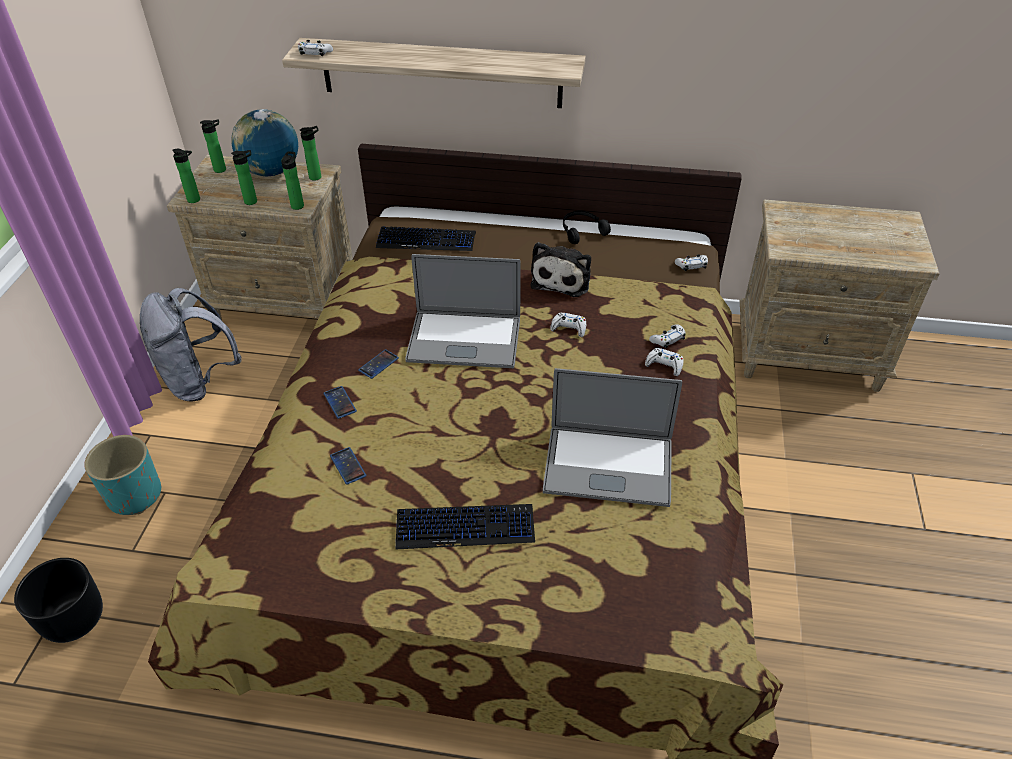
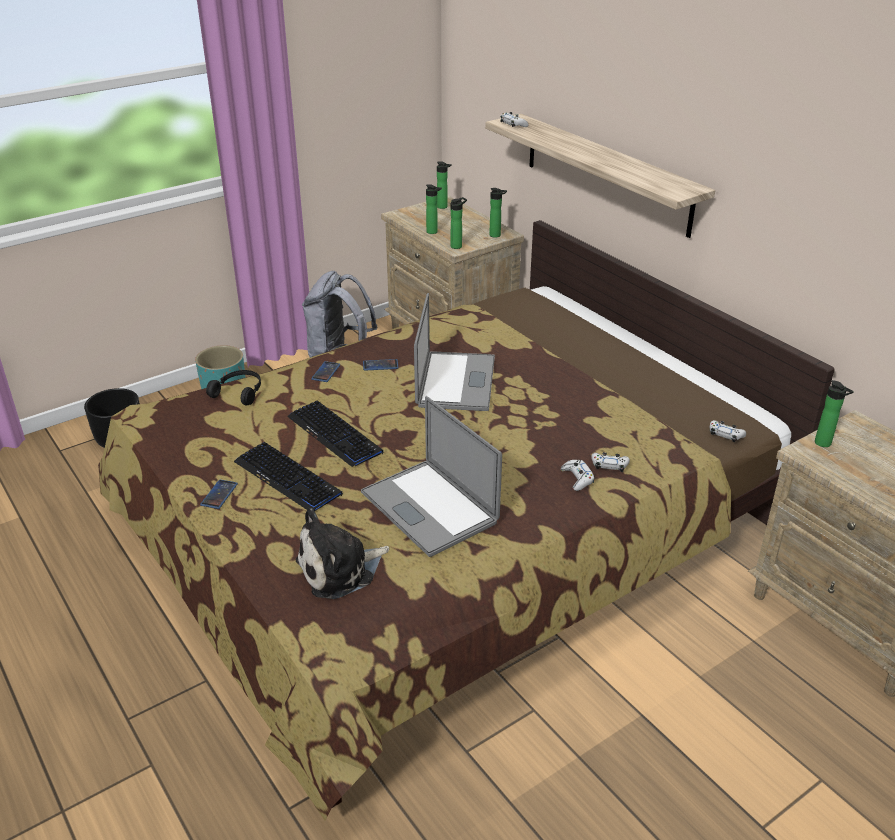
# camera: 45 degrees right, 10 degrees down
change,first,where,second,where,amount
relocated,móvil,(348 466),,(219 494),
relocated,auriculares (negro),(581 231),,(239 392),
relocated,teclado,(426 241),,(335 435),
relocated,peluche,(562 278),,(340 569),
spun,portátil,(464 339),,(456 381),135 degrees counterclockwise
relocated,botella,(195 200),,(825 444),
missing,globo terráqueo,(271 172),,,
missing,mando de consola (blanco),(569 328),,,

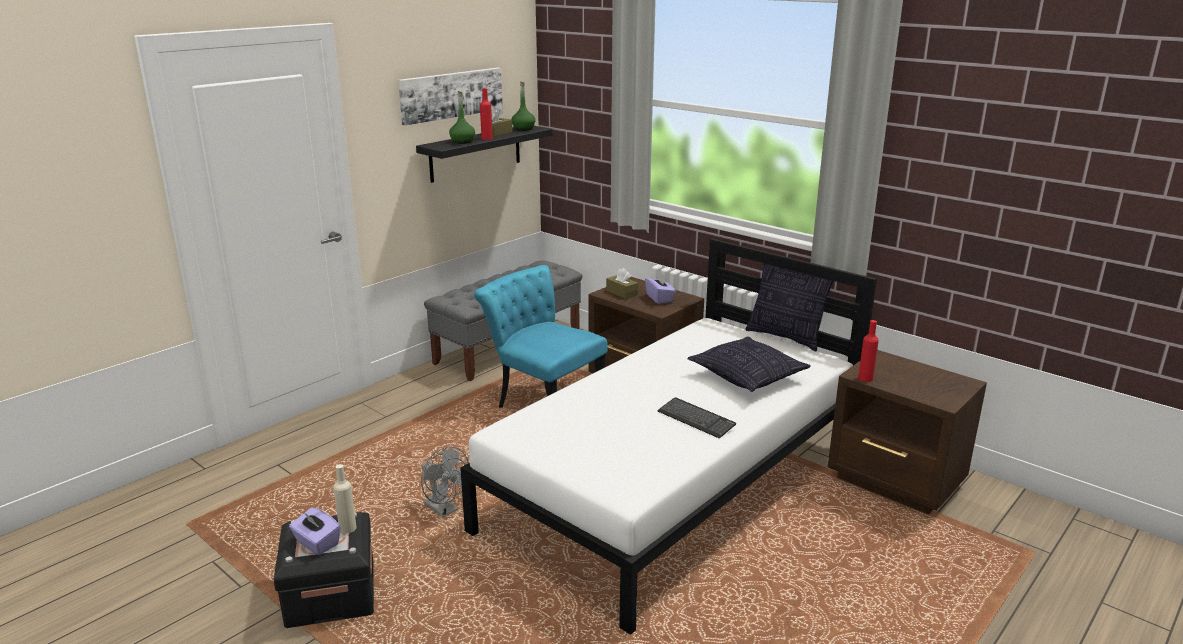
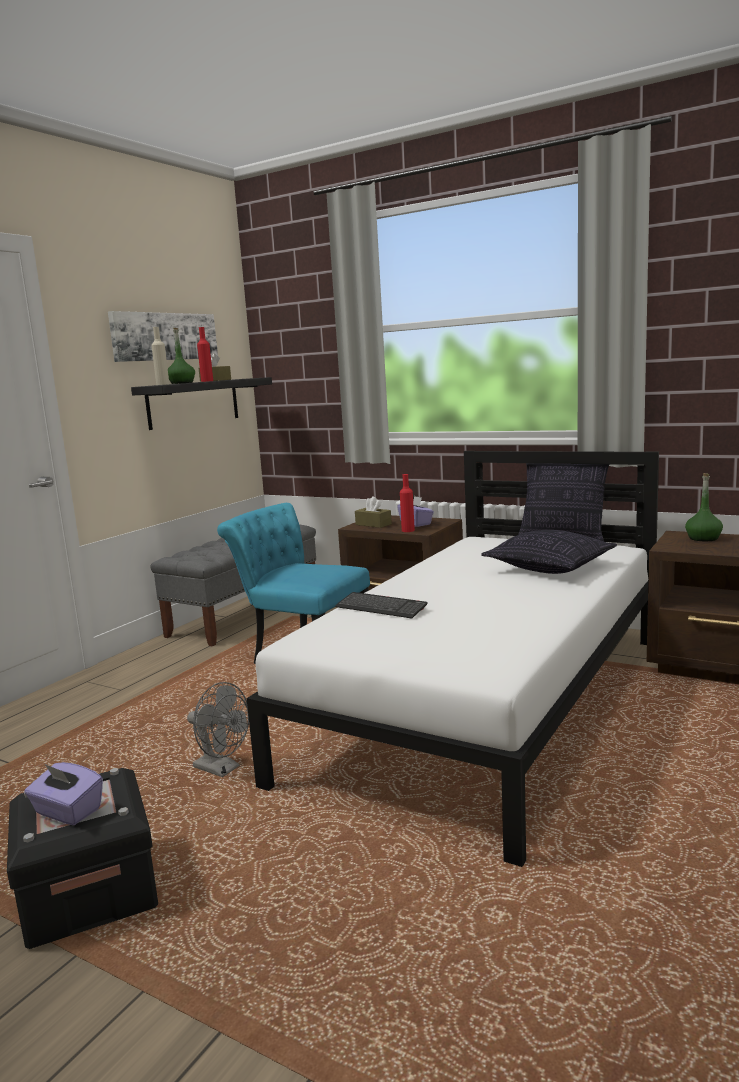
# camera: 10 degrees left, 10 degrees down
change,first,where,second,where,amount
relocated,botella (beis),(347 528),,(162 384),
relocated,teclado,(696 419),,(381 607),
relocated,botella (rojo),(865 378),,(408 530),
relocated,botella (verde),(523 129),,(703 538),

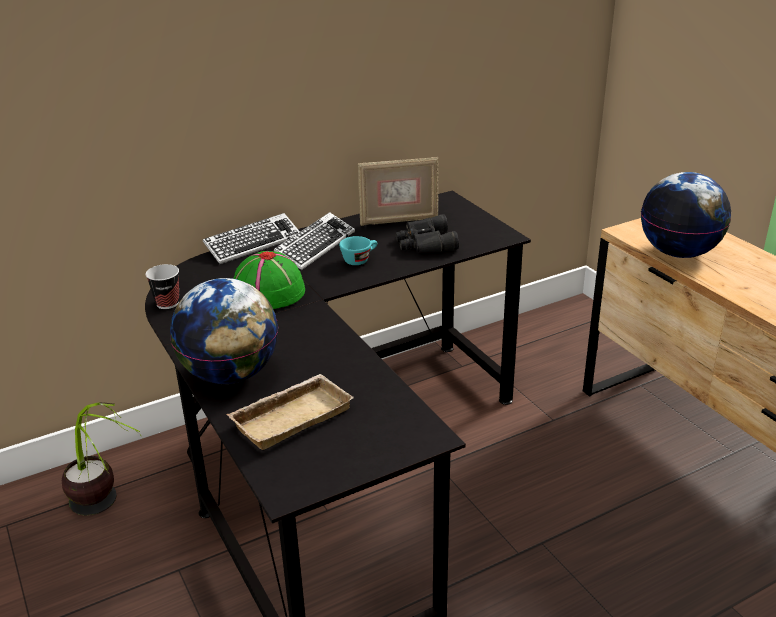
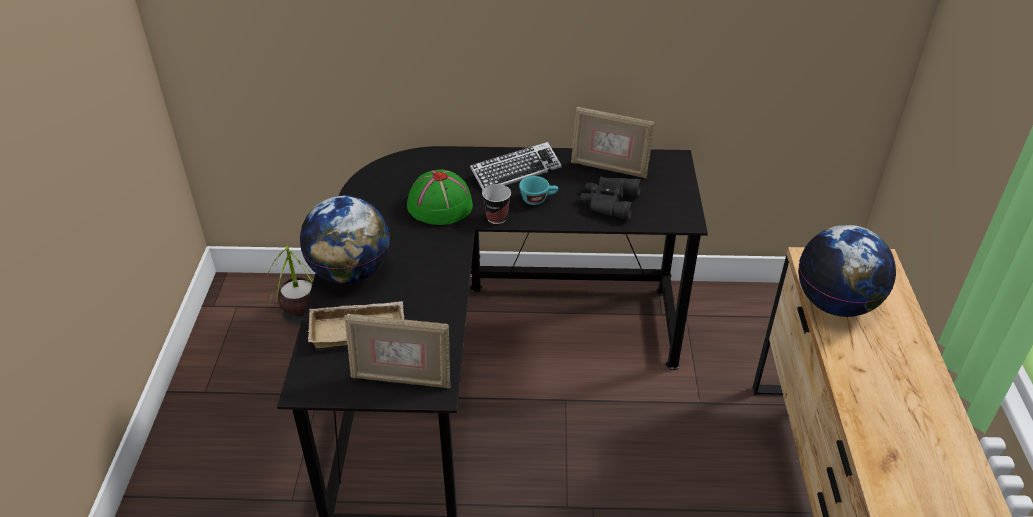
# camera: 30 degrees right, 10 degrees up
change,first,where,second,where,amount
appeared,,,portarretratos,(401 379),
relocated,taza,(167 303),,(497 218),
missing,teclado,(253 244),,,

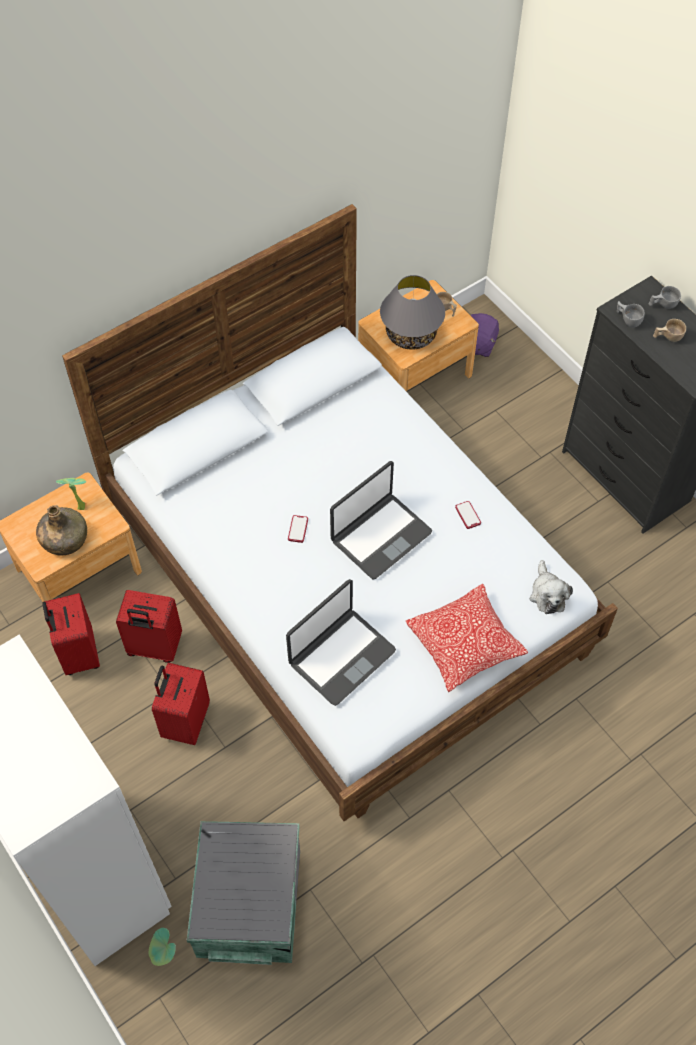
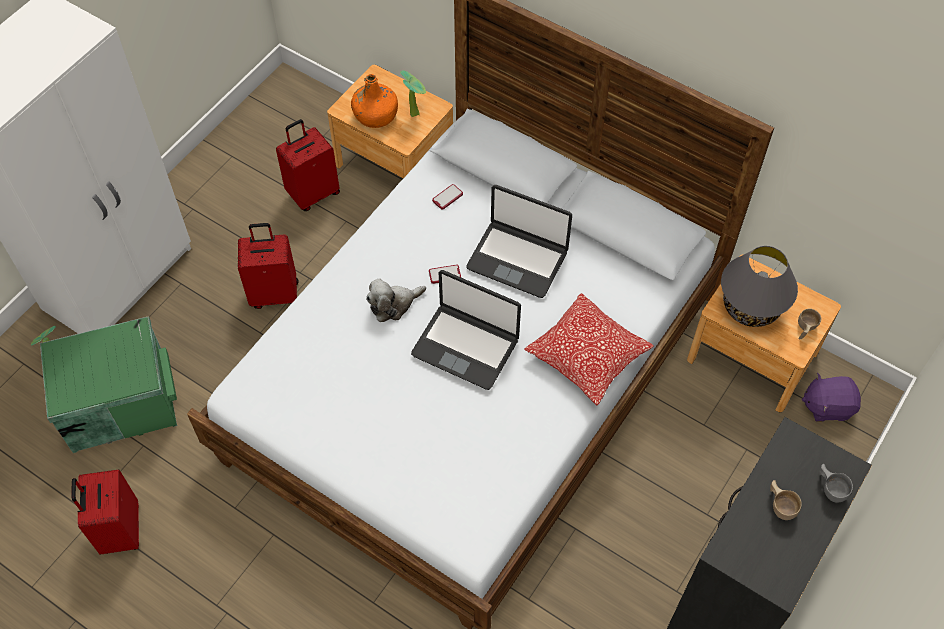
# camera: 70 degrees right, 0 degrees up
change,first,where,second,where,amount
colour,caja de almacenaje (gris),(247 904),caja de almacenaje (verde),(117 400),
relocated,maleta (rojo),(154 647),,(120 530),
colour,botella (verde),(65 539),botella (naranja),(376 115),
relocated,peluche,(547 594),,(393 304),
relocated,móvil,(468 515),,(447 197),
relocated,portátil,(341 656),,(517 259),
relocated,cojín,(464 644),,(587 356),
missing,taza (gris),(627 319),,,

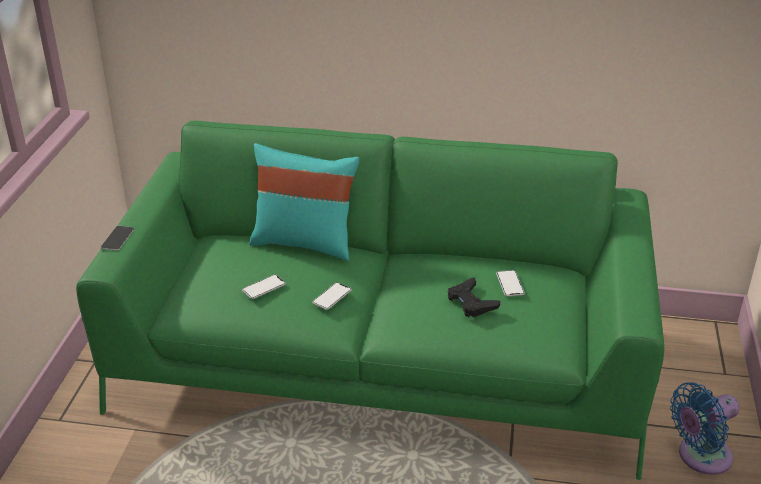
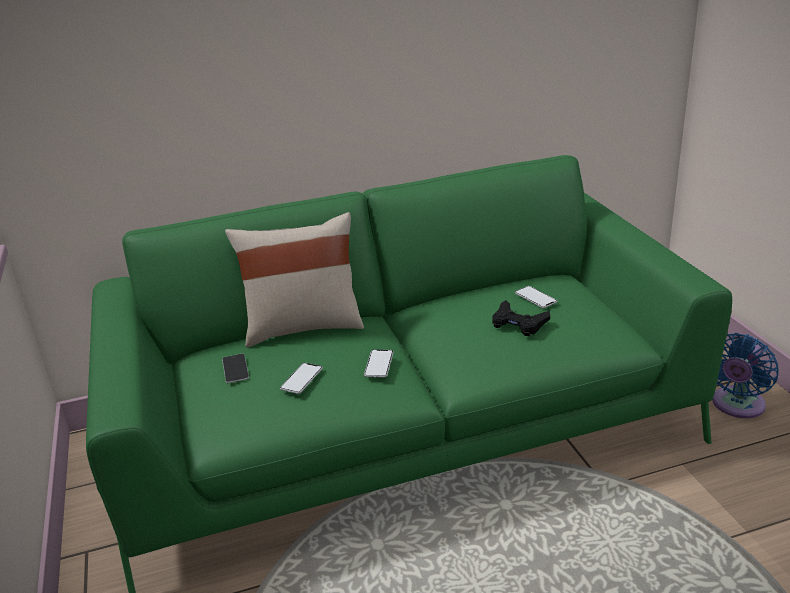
# camera: 25 degrees left, 5 degrees down
change,first,where,second,where,amount
relocated,móvil,(117 238),,(235 368),
colour,cojín (turquesa),(305 242),cojín (beis),(303 327),

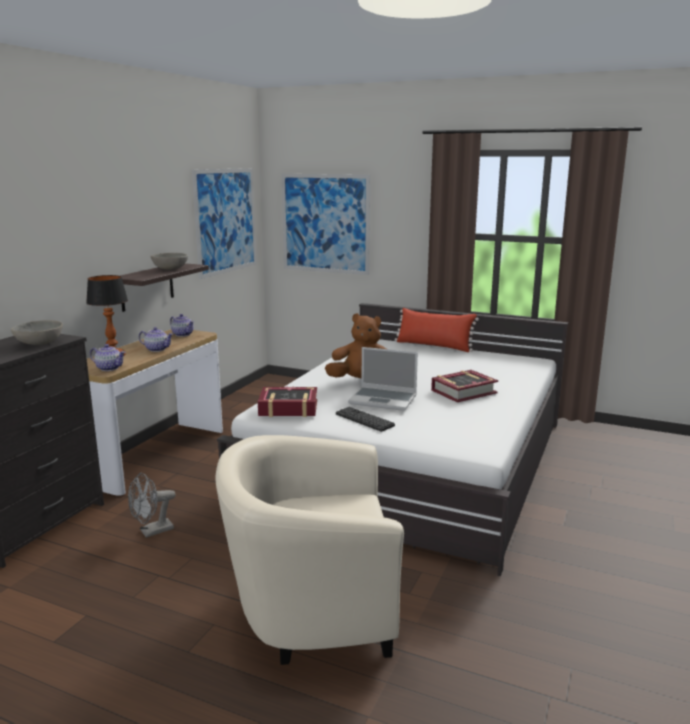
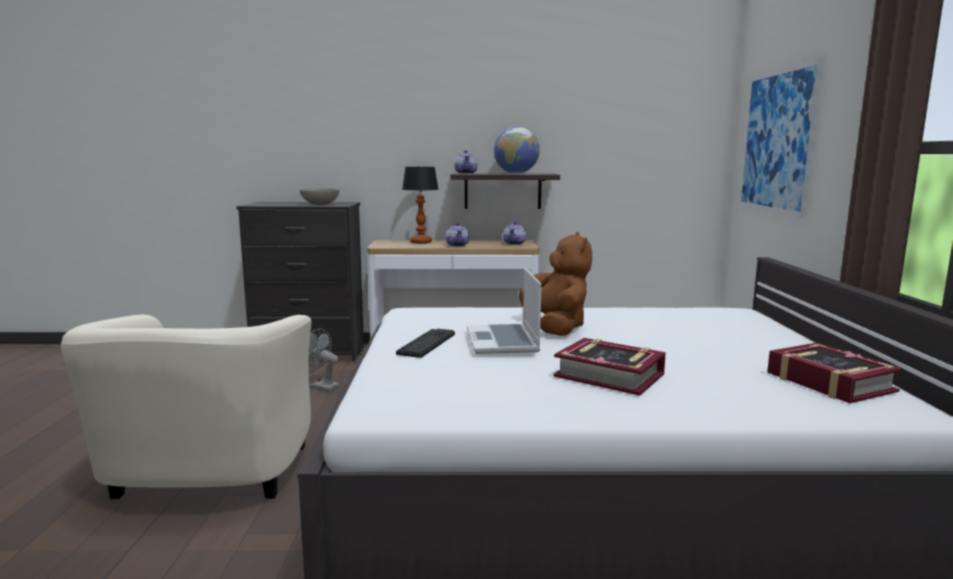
# camera: 65 degrees right, 5 degrees down
change,first,where,second,where,amount
spun,sillón (beis),(310 609),,(206 481),150 degrees counterclockwise
relocated,tetera,(109 368),,(466 173),
exchanged,cuenco (gris),(170 269),globo terráqueo,(516 173),
relocated,libro,(288 408),,(829 382),
missing,cuadro,(226 221),,,
missing,cojín (rojo),(434 346),,,

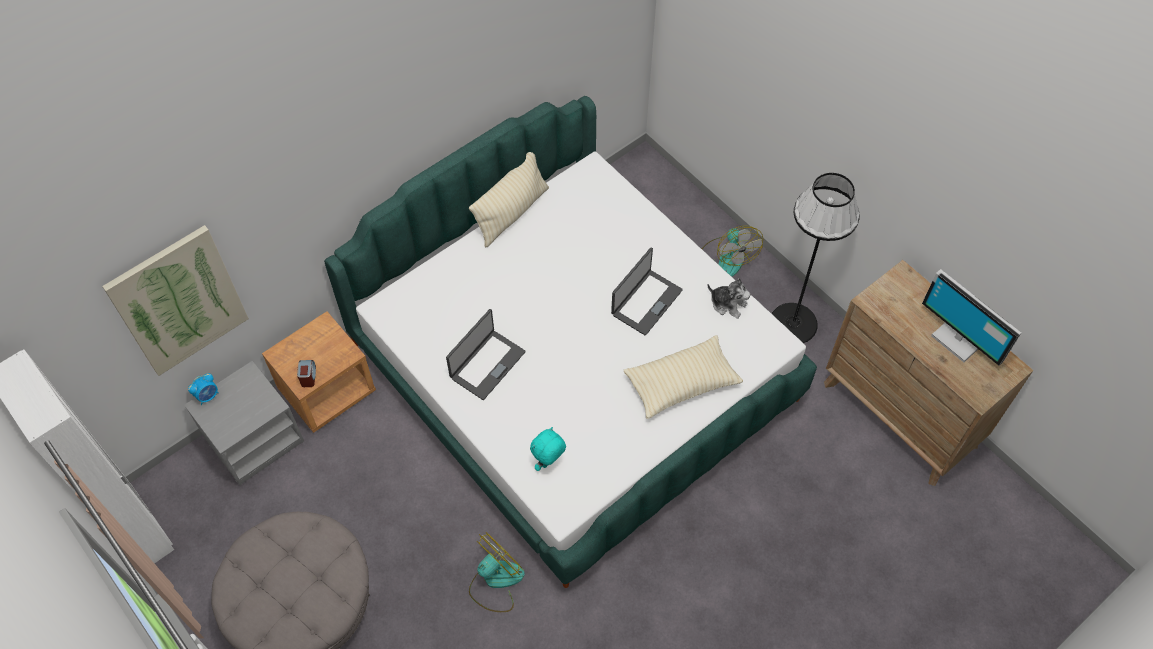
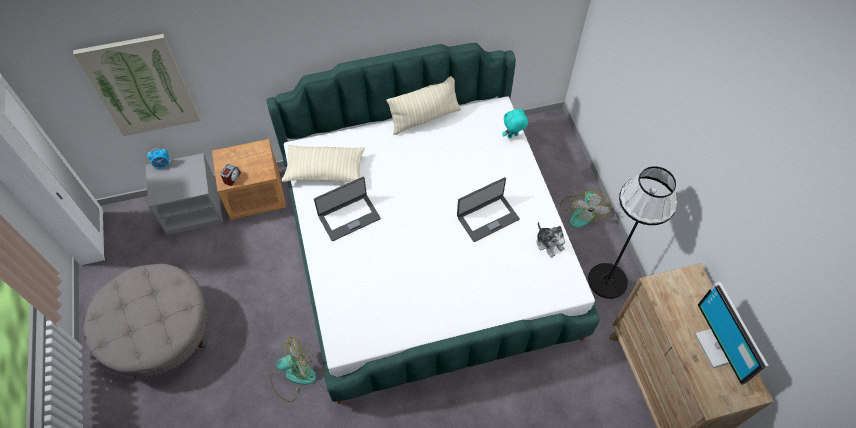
# camera: 25 degrees right, 0 degrees up
change,first,where,second,where,amount
relocated,cojín (beis),(681 383),,(325 170),
relocated,peluche (turquesa),(548 463),,(513 136),

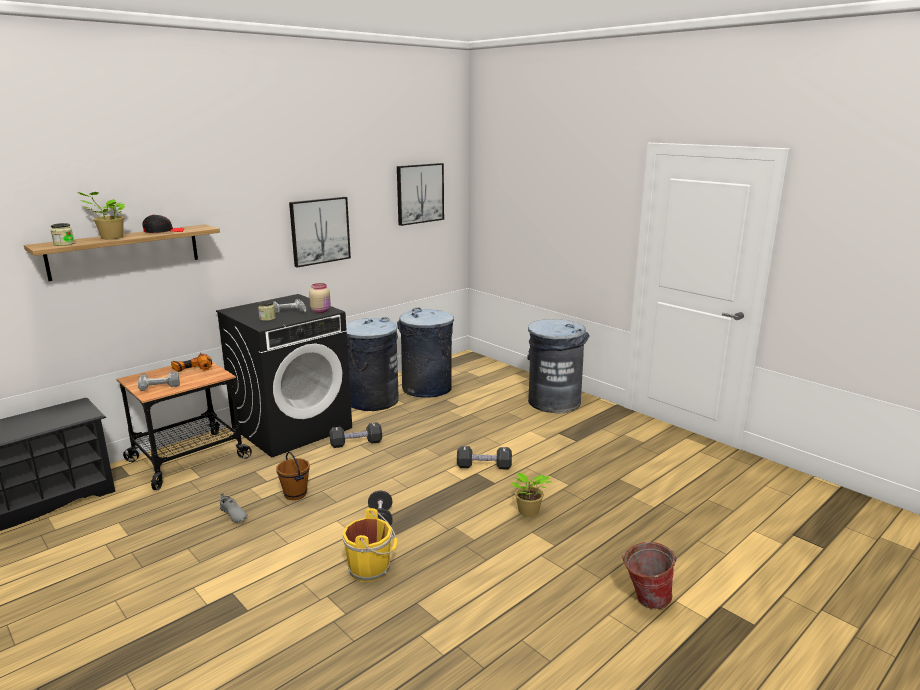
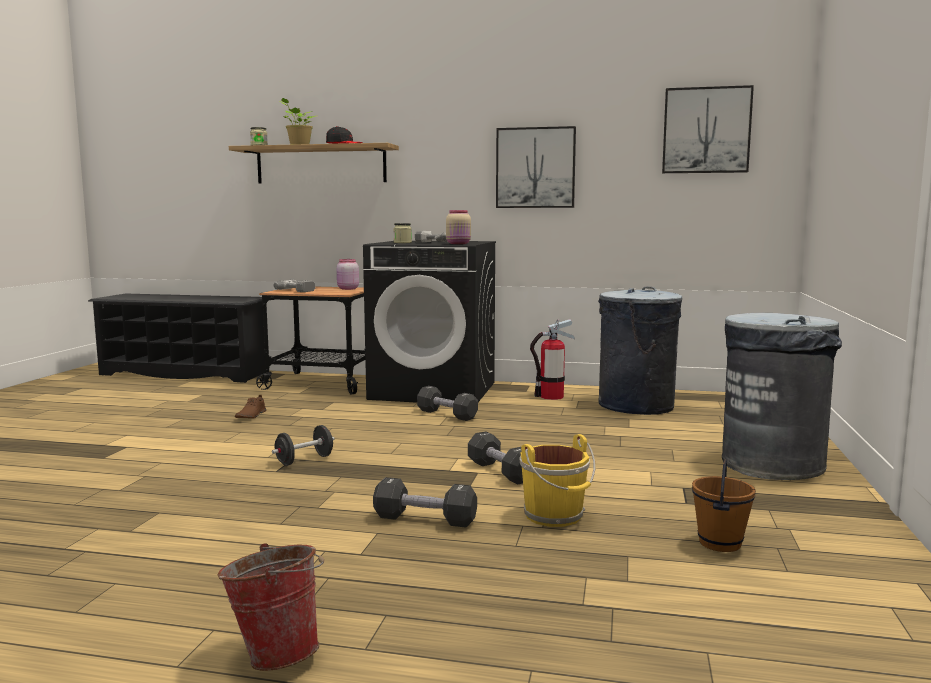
# camera: 55 degrees right, 10 degrees down
change,first,where,second,where,amount
colour,zapato (gris),(233 515),zapato (marrón),(250 415),
exchanged,taladro,(192 367),tarro (rosa),(347 289),
exchanged,planta en maceta,(528 512),mancuerna (negro),(425 519),
relocated,cubo (amarillo),(371 568),,(555 516),
exchanged,papelera (gris),(372 400),extintor,(551 397),
relocated,cubo (marrón),(295 494),,(719 543),

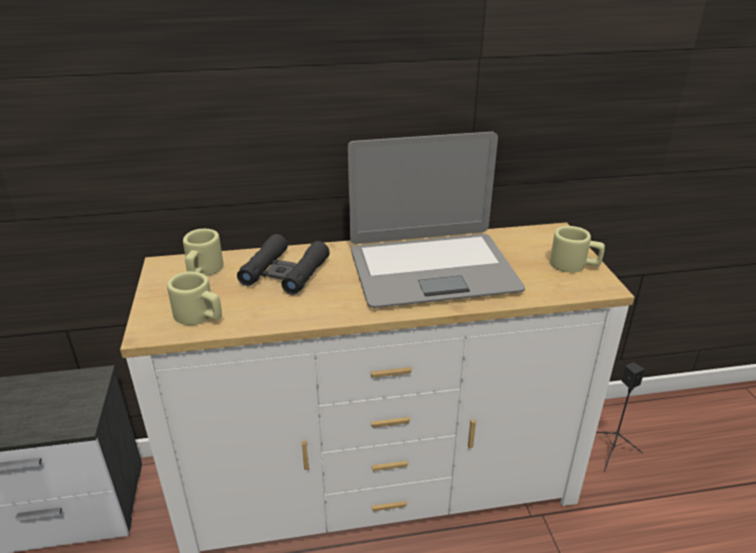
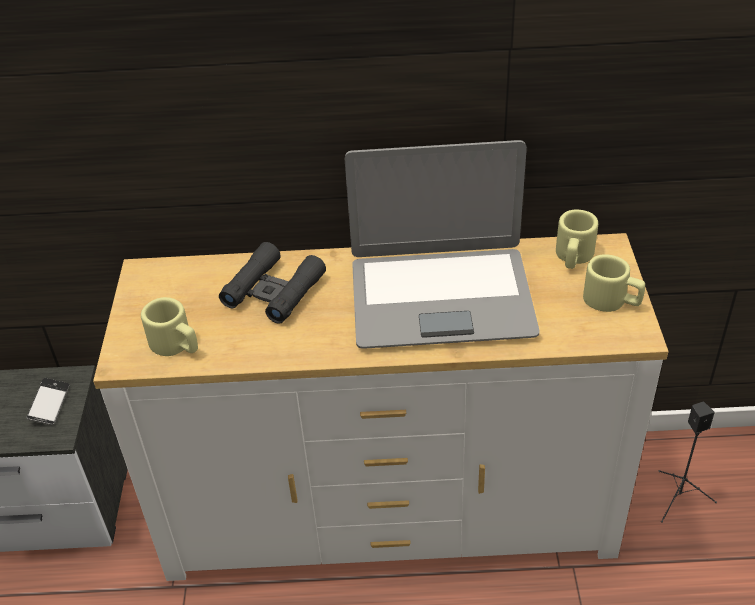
# camera: 10 degrees right, 10 degrees up
change,first,where,second,where,amount
appeared,,,móvil,(49 404),
relocated,taza grande (beis),(203 271),,(573 257),

